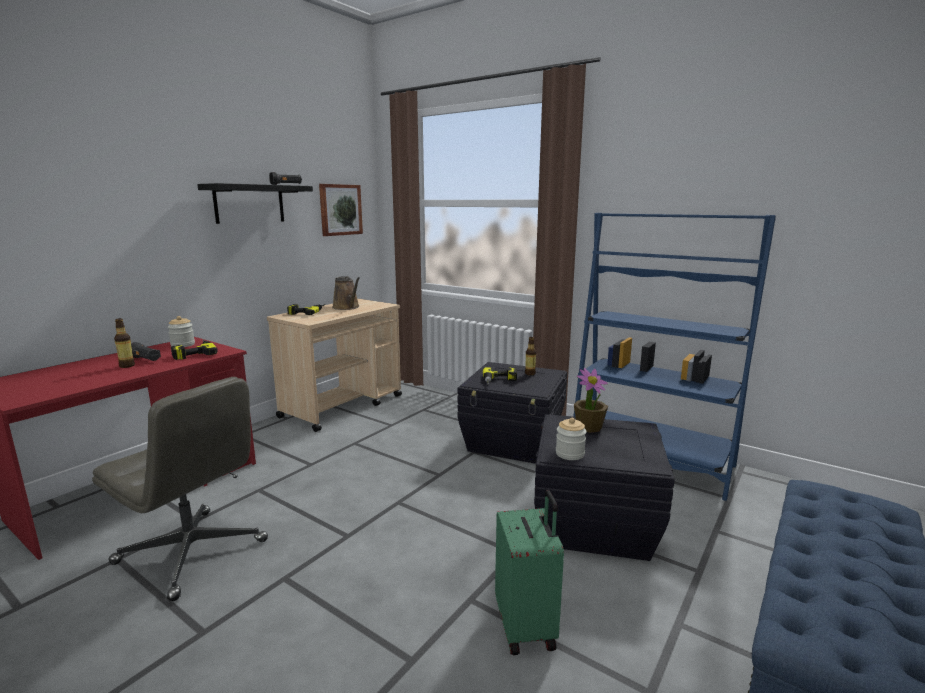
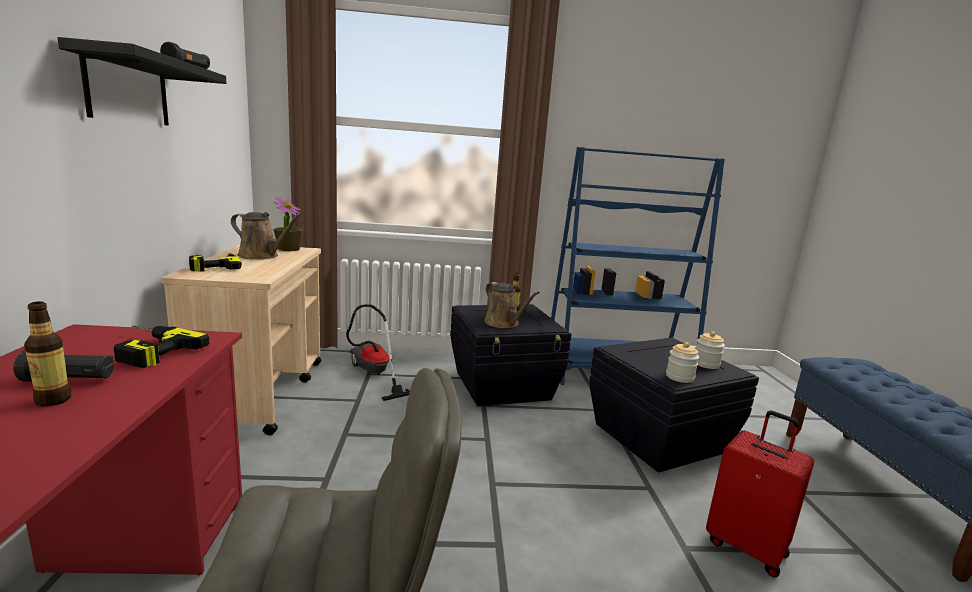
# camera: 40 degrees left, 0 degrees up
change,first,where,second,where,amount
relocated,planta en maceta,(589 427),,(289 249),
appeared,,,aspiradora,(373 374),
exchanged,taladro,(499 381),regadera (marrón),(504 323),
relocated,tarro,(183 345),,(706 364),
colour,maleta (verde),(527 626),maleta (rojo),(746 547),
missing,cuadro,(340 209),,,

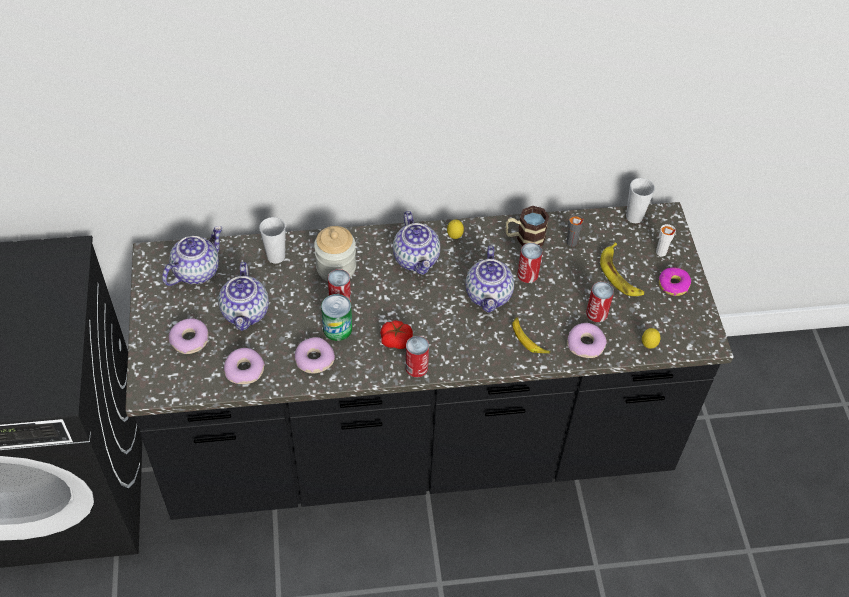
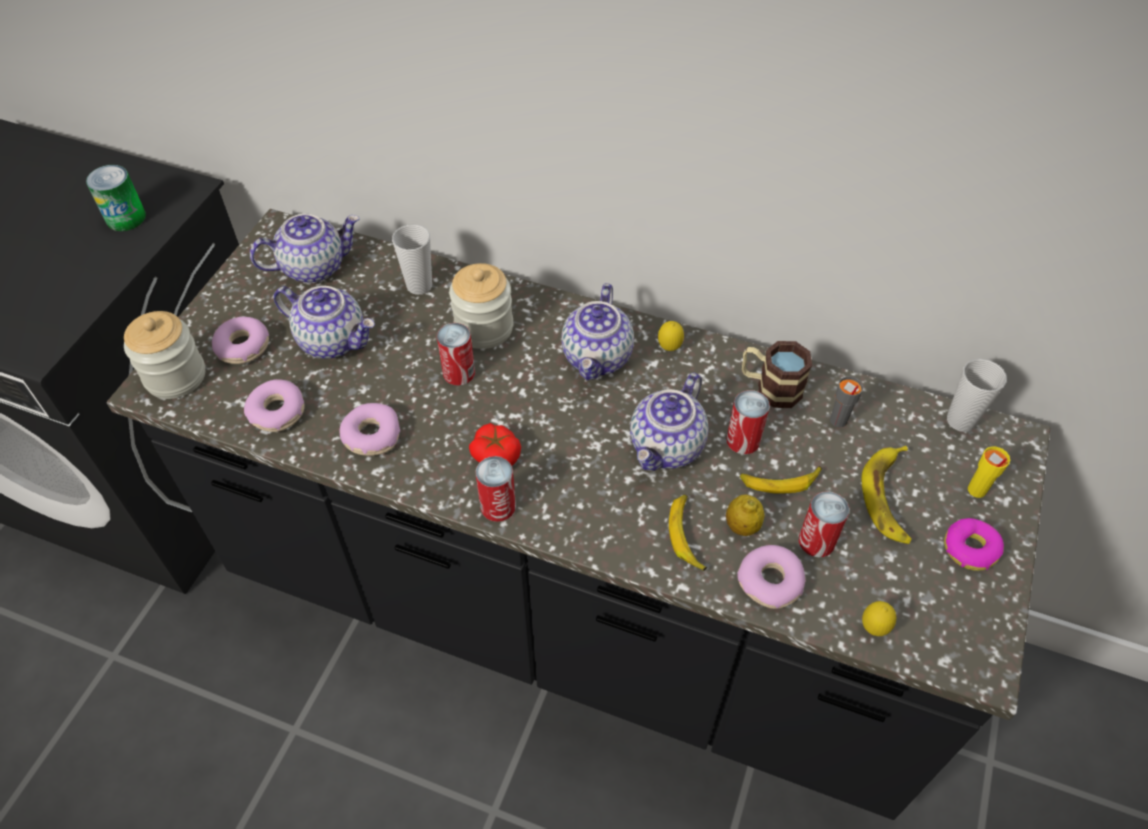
# camera: 30 degrees right, 0 degrees up
change,first,where,second,where,amount
relocated,lata,(337 329),,(126 218),
appeared,,,tarro,(175 376),
spun,tetera,(246 312),,(333 340),90 degrees counterclockwise
appeared,,,limón,(742 526),
appeared,,,plátano,(779 481),
colour,taza (blanco),(661 252),taza (amarillo),(976 490),

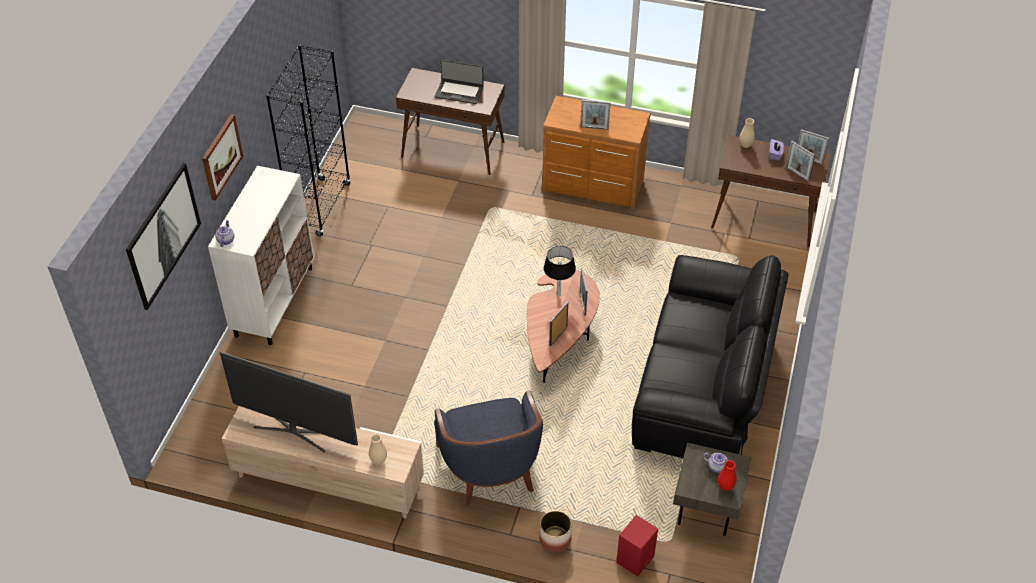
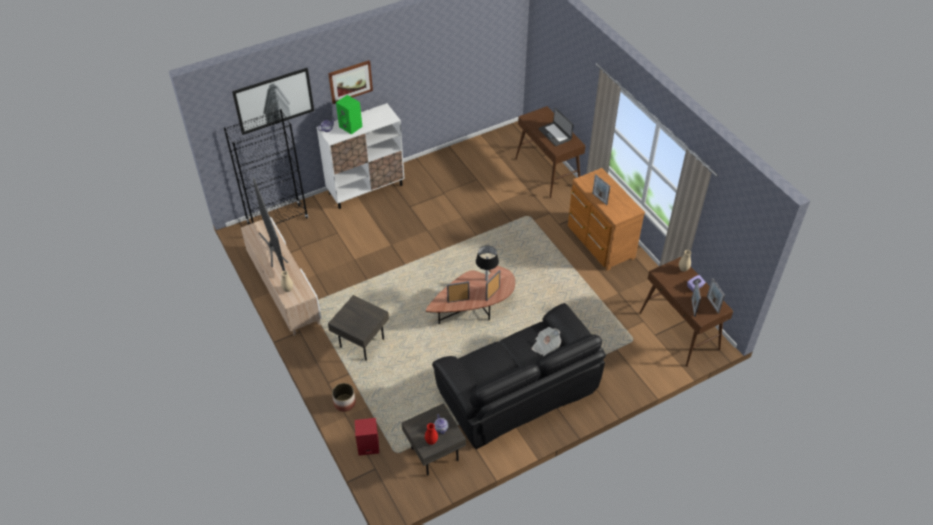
# camera: 45 degrees right, 0 degrees up
change,first,where,second,where,amount
relocated,estantería (negro),(320 207),,(278 221),
exchanged,sillón (azul),(490 467),mesa auxiliar (gris),(360 343),
appeared,,,altavoz (verde),(351 126),
appeared,,,periódico,(545 346),

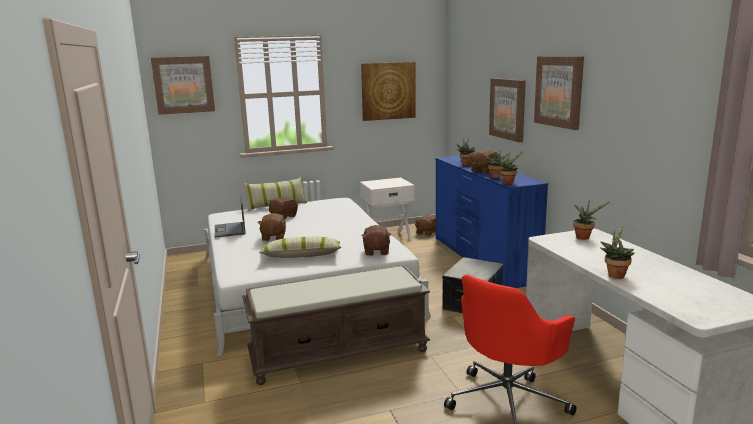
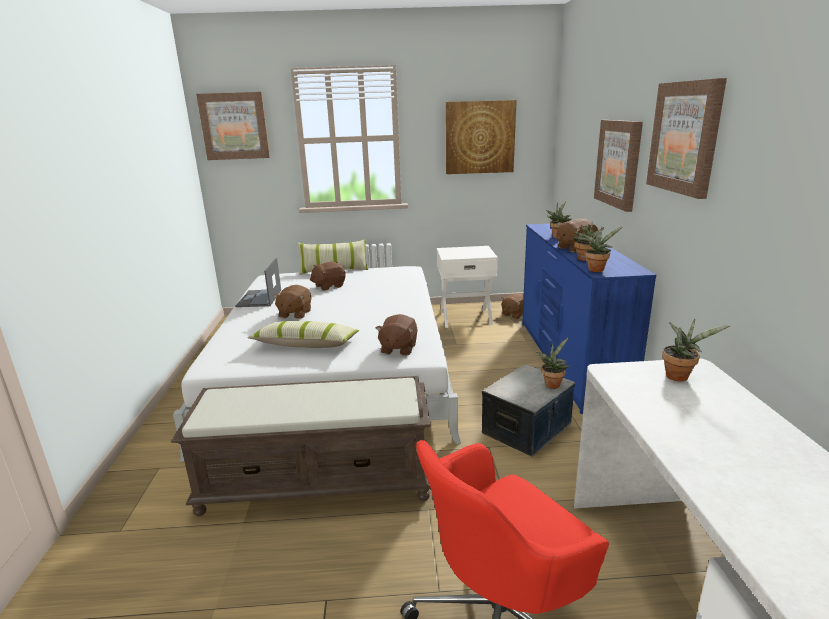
# camera: 15 degrees right, 5 degrees up
change,first,where,second,where,amount
relocated,planta en maceta,(615 274),,(552 384),

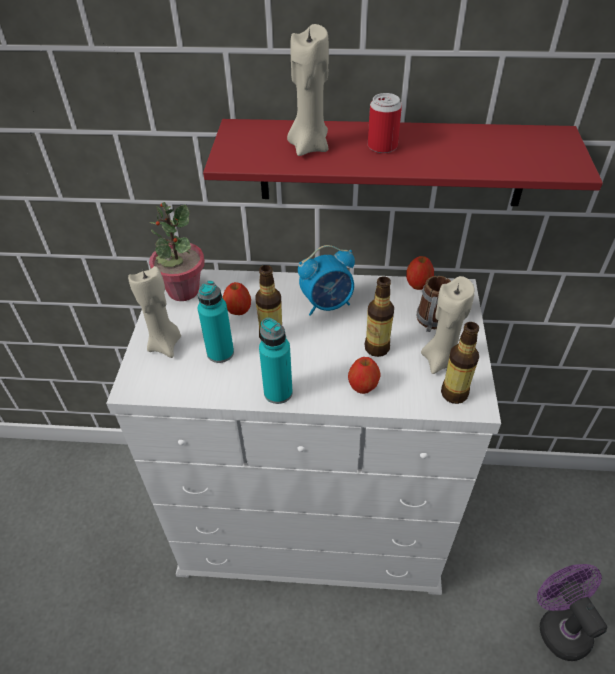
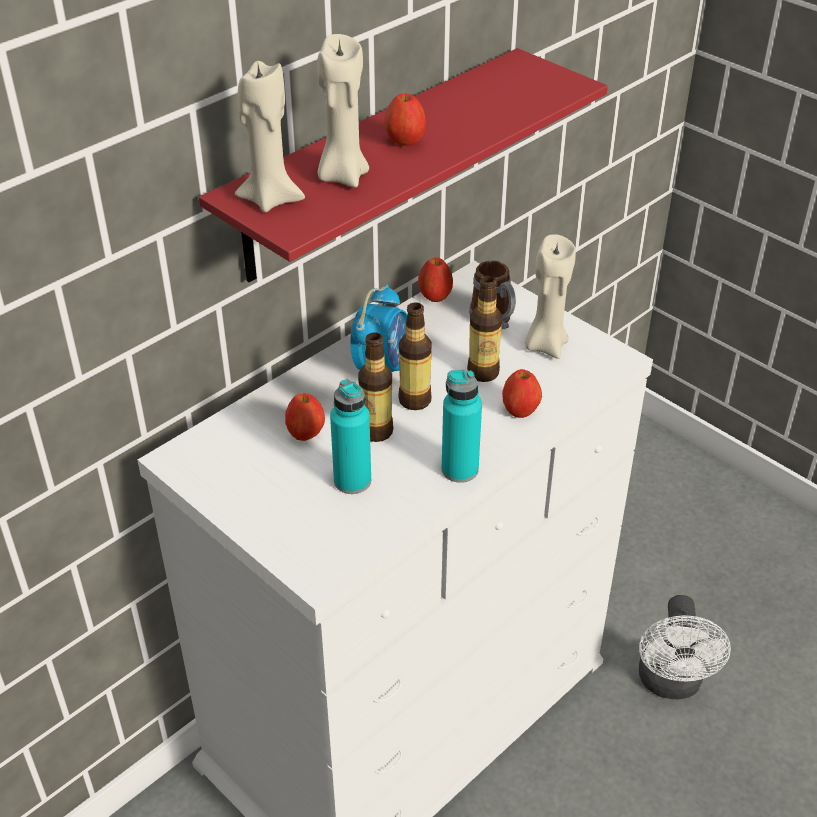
# camera: 50 degrees left, 5 degrees down
change,first,where,second,where,amount
relocated,vela (beis),(165 344),,(270 199),
exchanged,lata,(382 146),manzana,(405 142),
relocated,botella,(454 393),,(414 400),
appeared,,,ventilador (blanco),(671 684),
missing,planta en maceta,(183 290),,,
missing,ventilador (morado),(558 625),,,

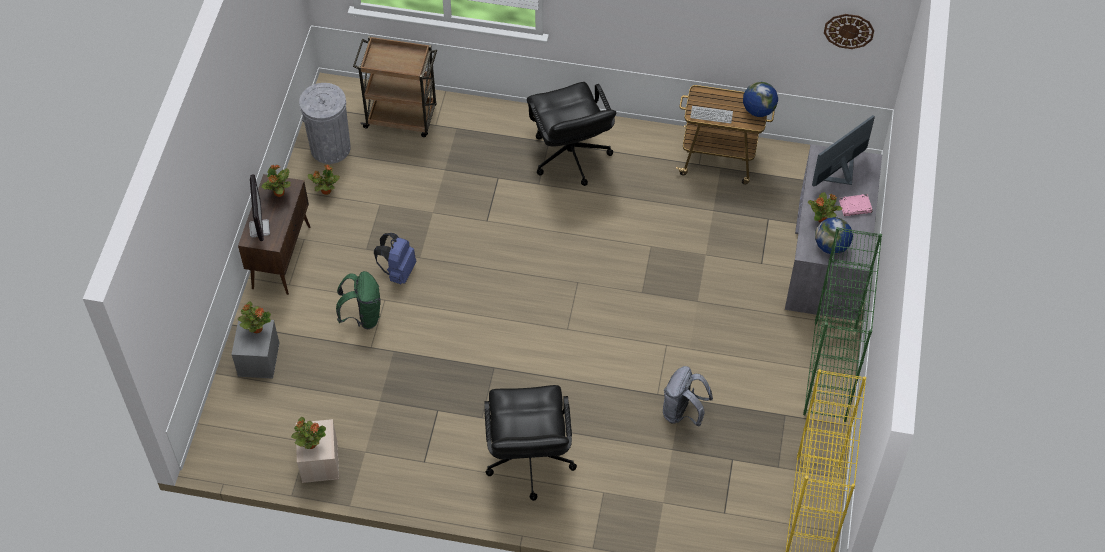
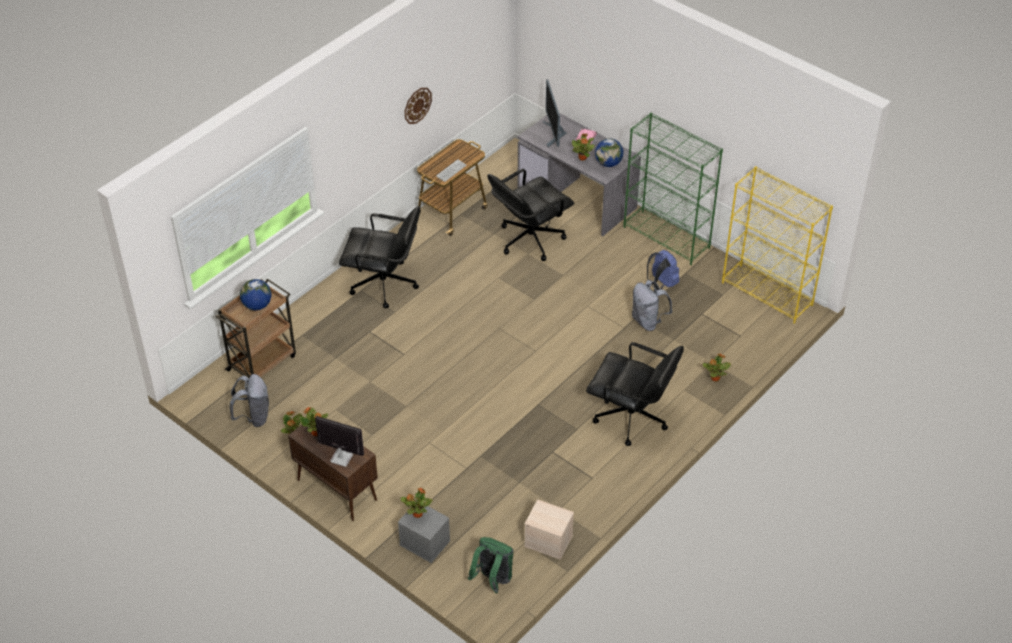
# camera: 60 degrees left, 10 degrees down
change,first,where,second,where,amount
exchanged,papelera (gris),(330 148),mochila (gris),(254 417),
relocated,globo terráqueo,(758 110),,(257 305),
relocated,reloj de pared,(849 30),,(417 105),
relocated,mochila (verde),(363 316),,(492 580),
appeared,,,silla de oficina (negro),(529 239),
relocated,mochila (azul),(398 271),,(661 283),
relocated,planta en maceta,(310 443),,(715 378),

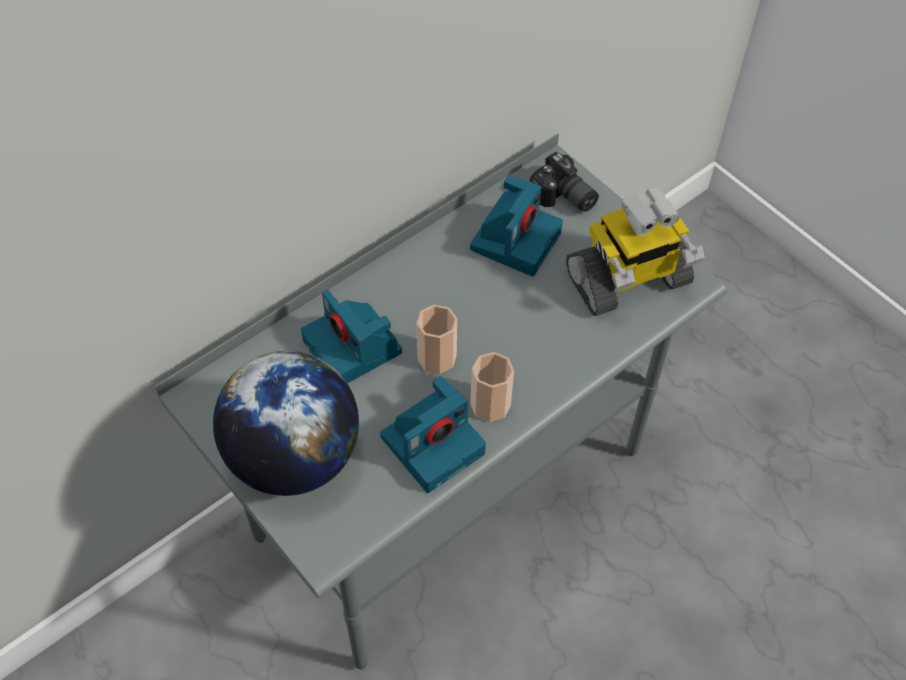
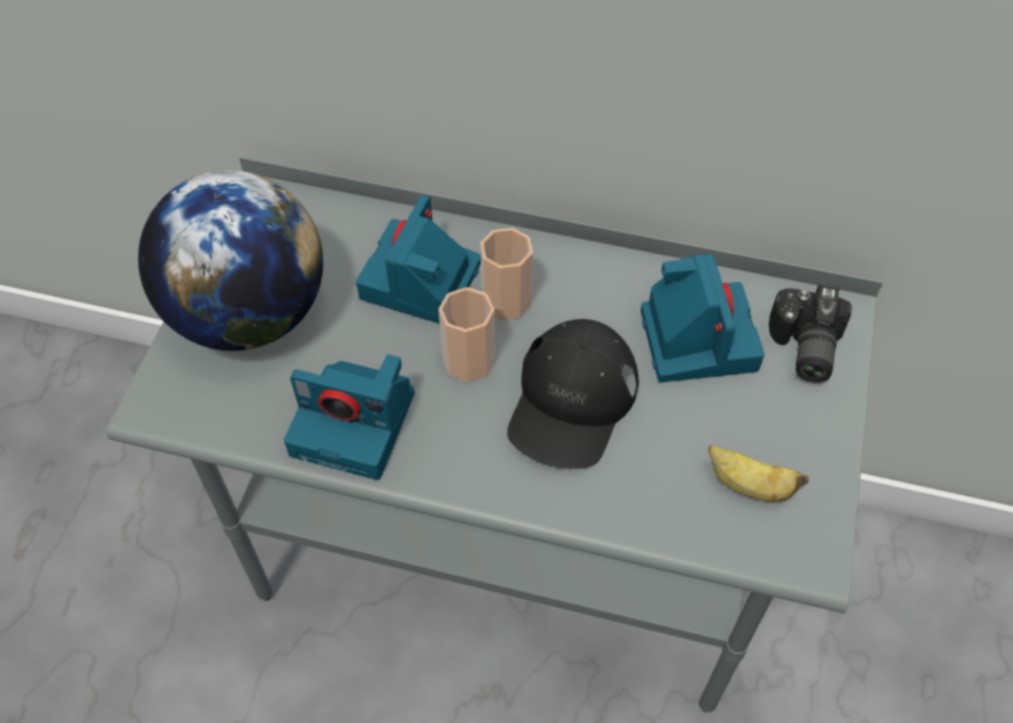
# camera: 55 degrees right, 0 degrees up
change,first,where,second,where,amount
relocated,taza,(490 405),,(506 301),
appeared,,,gorra (negro),(572 401),
spun,cámara,(515 239),,(696 337),90 degrees counterclockwise
exchanged,robot de juguete,(628 280),plátano,(748 485),

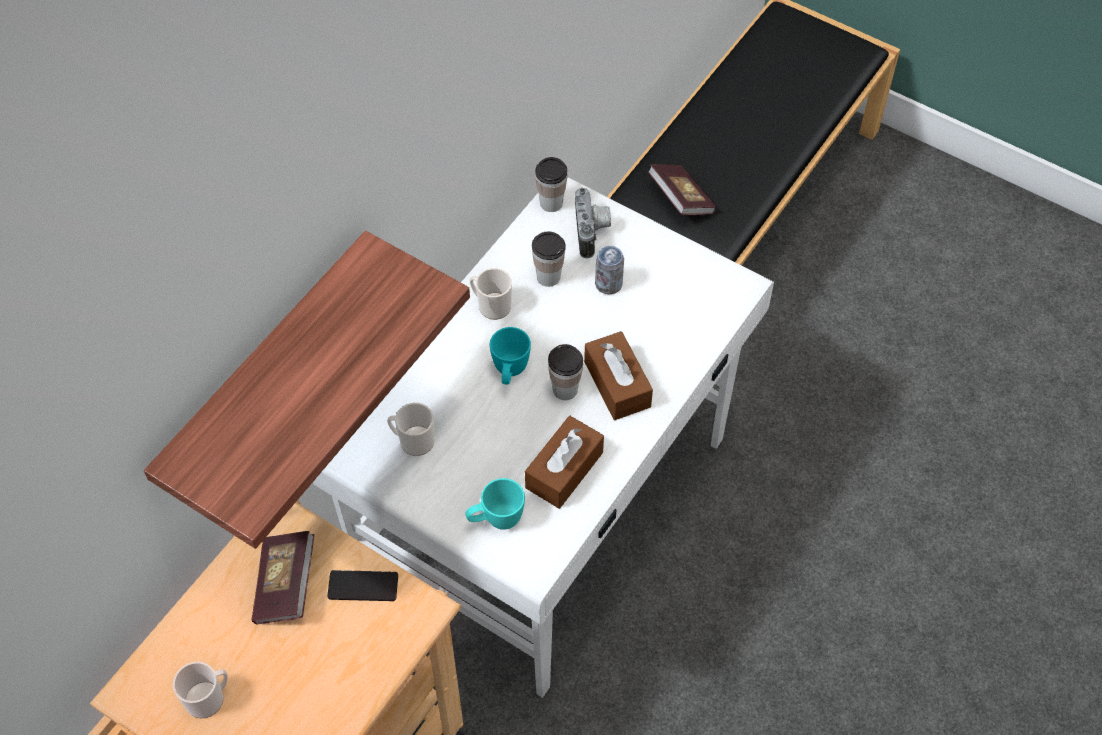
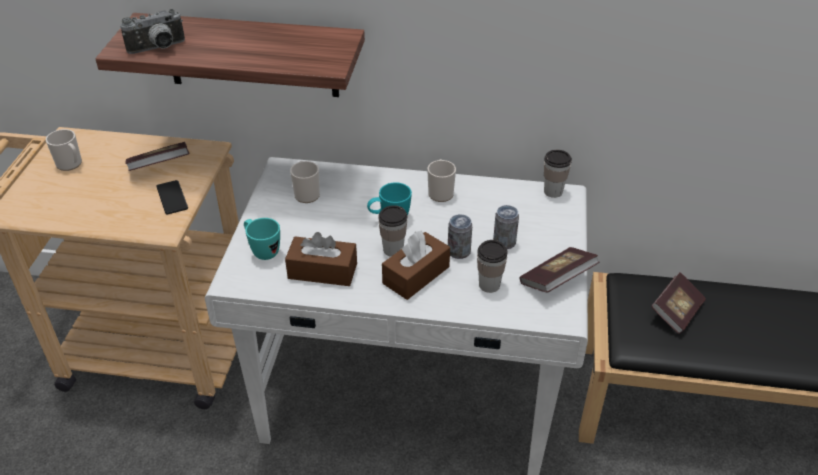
# camera: 65 degrees right, 15 degrees down
change,first,where,second,where,amount
relocated,cámara,(593 232),,(158 49),
appeared,,,lata,(458 252),
relocated,taza,(548 277),,(489 285),
appeared,,,libro,(557 280),

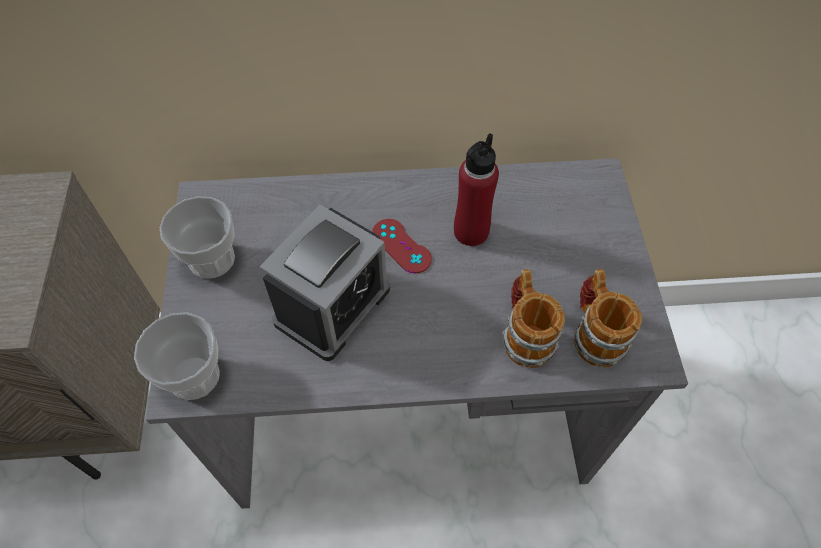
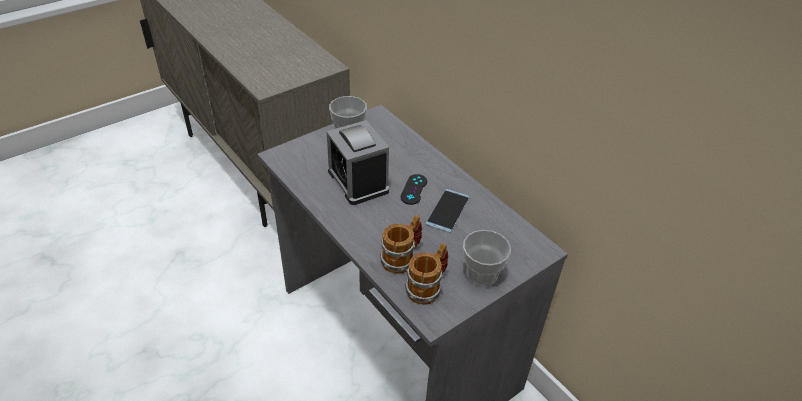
# camera: 55 degrees right, 15 degrees down
change,first,where,second,where,amount
spun,despertador,(332 305),,(358 181),60 degrees clockwise
colour,mando de consola (rojo),(401 246),mando de consola (negro),(414 189),
exchanged,botella (rojo),(471 232),móvil,(448 211),
relocated,taza,(194 376),,(481 274),

